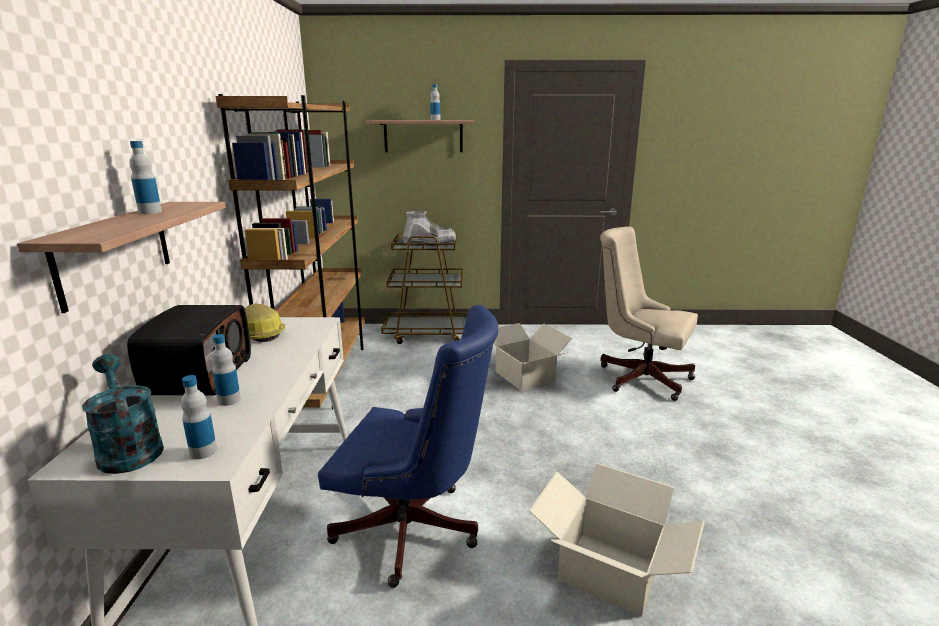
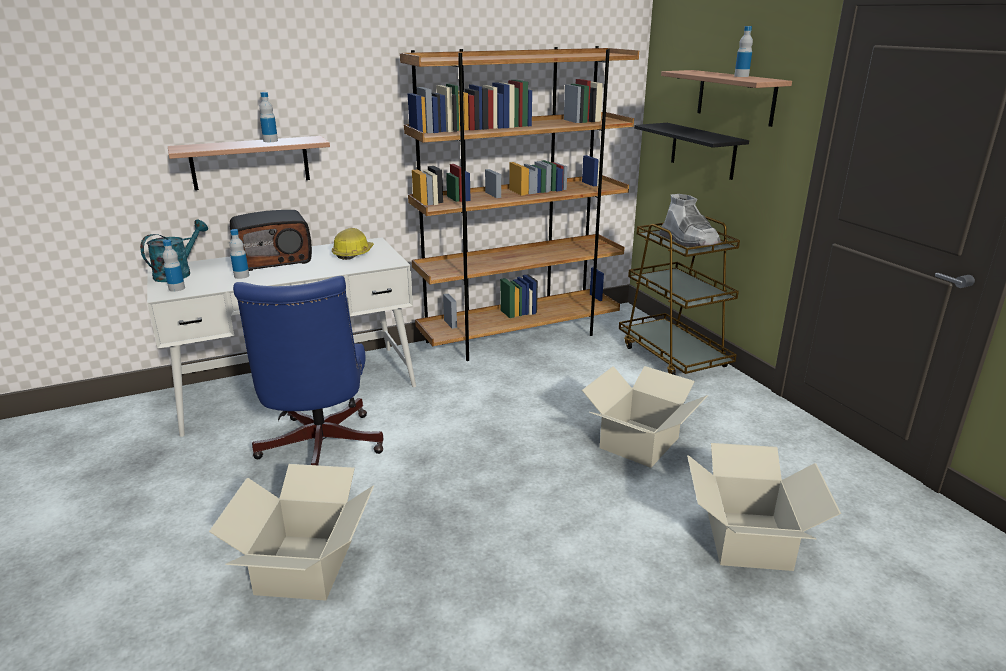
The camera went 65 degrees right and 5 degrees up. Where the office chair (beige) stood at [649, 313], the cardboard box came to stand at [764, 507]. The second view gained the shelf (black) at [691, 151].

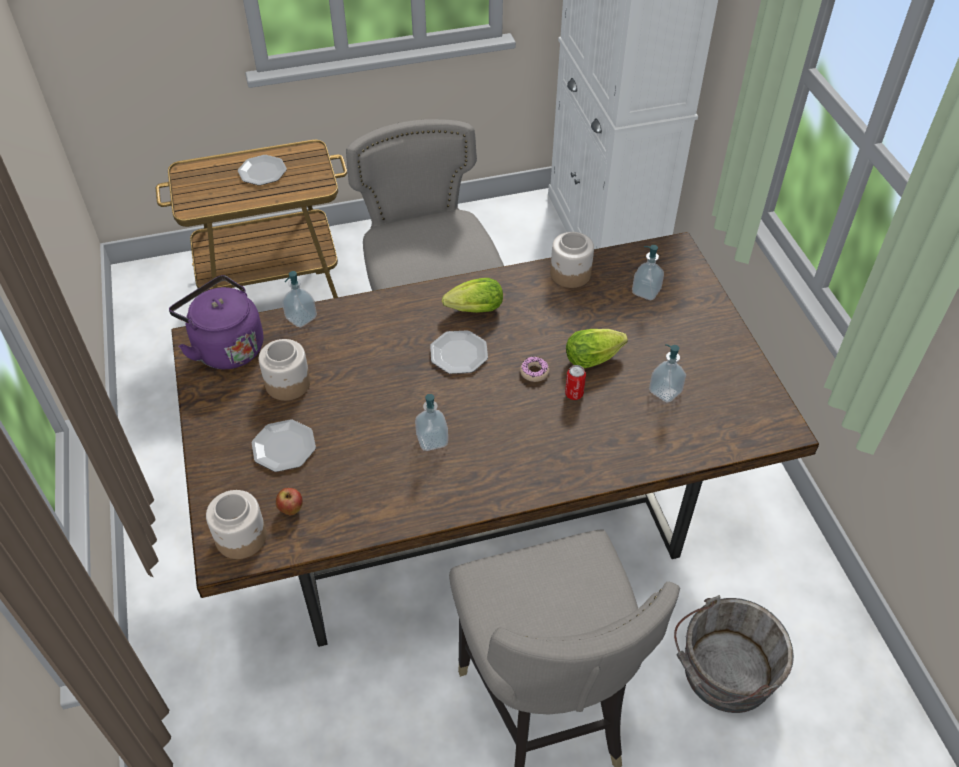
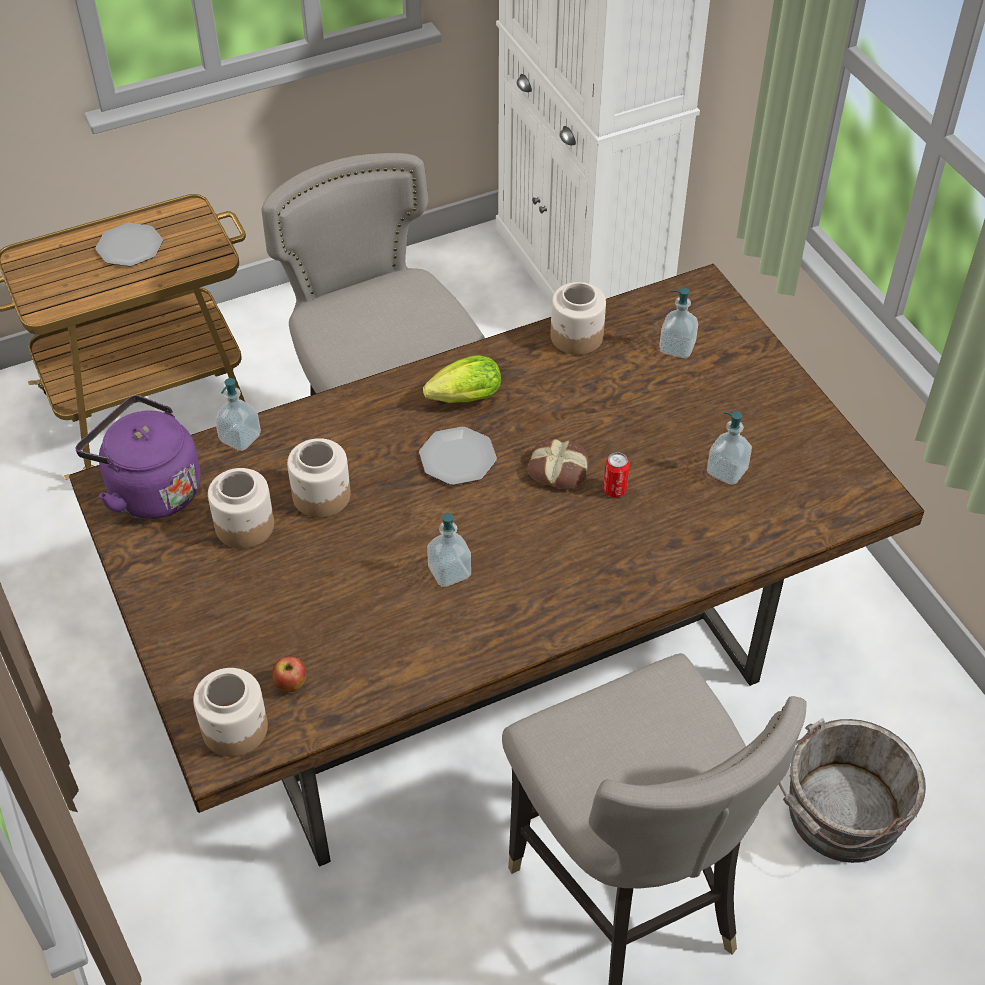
The camera went 10 degrees left and 0 degrees up. The second view lost the plate at [284, 445]. Where the donut stood at [534, 369], the bread came to stand at [558, 464]. The second view lost the lettuce at [597, 348]. The second view gained the jar at [319, 478].

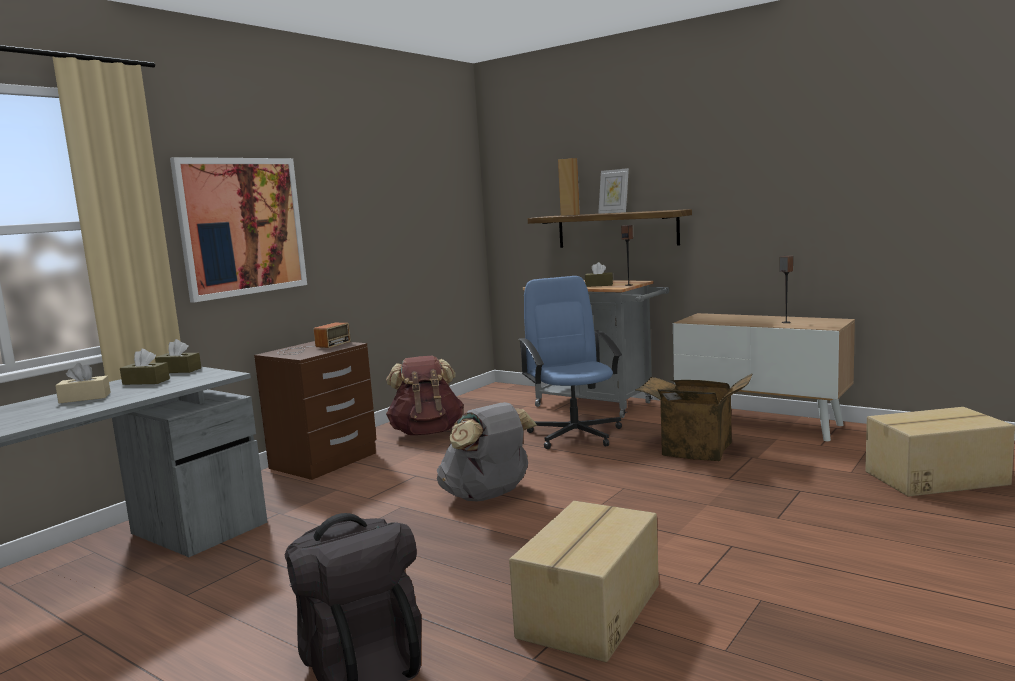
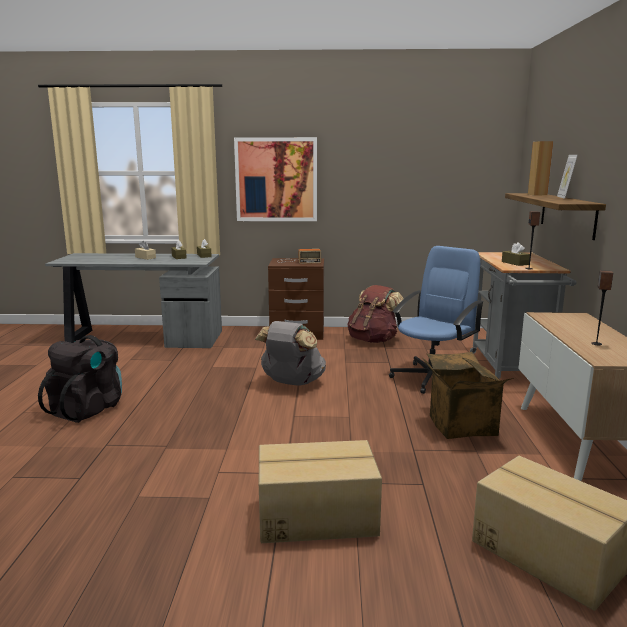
The camera went 55 degrees right and 5 degrees up. The cardboard box ended up elsewhere, having gone from [584, 581] to [320, 491].

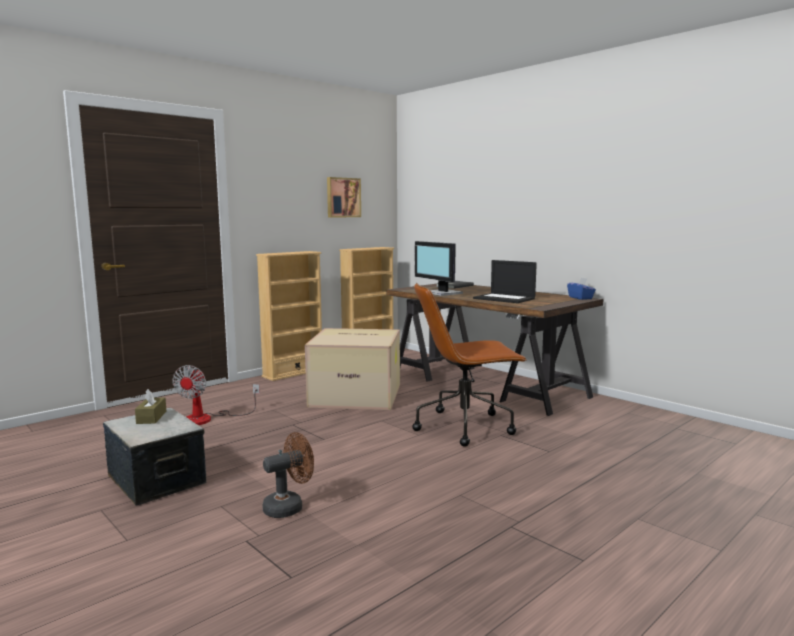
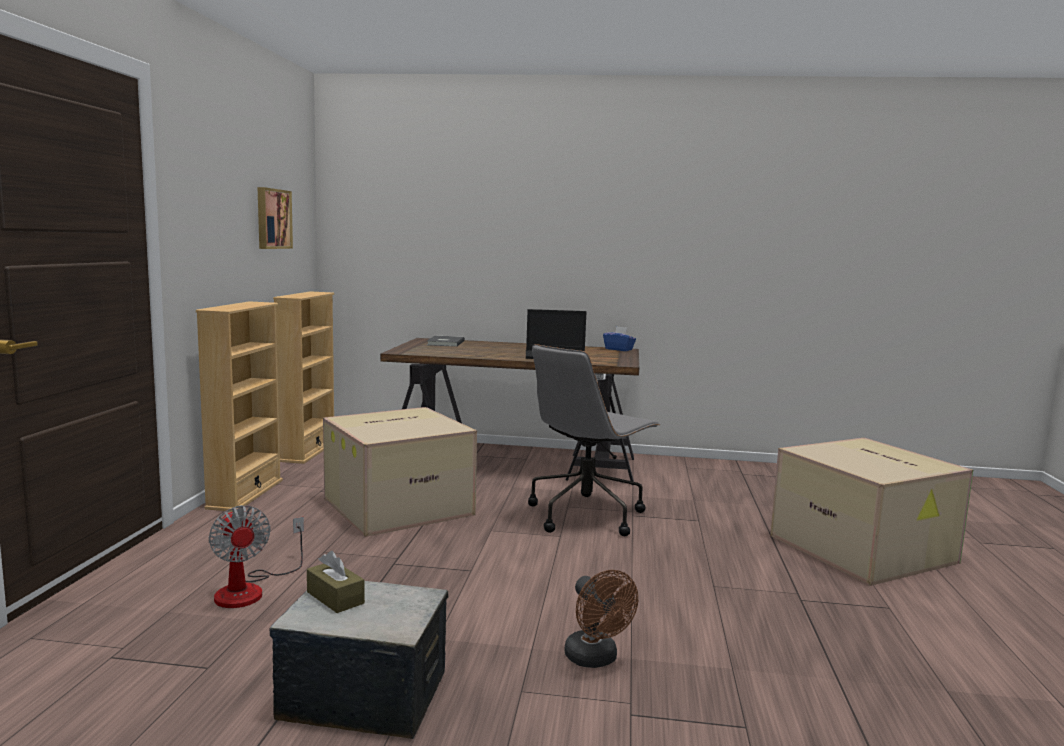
The camera went 40 degrees left and 0 degrees up. The fan (brown) at [288, 475] ended up facing another way, 135 degrees clockwise from before. What was the office chair (brown) at [469, 365] turned into the office chair (grey) at [594, 440]. The second view lost the monitor at [439, 268]. The second view gained the cardboard box at [871, 512].

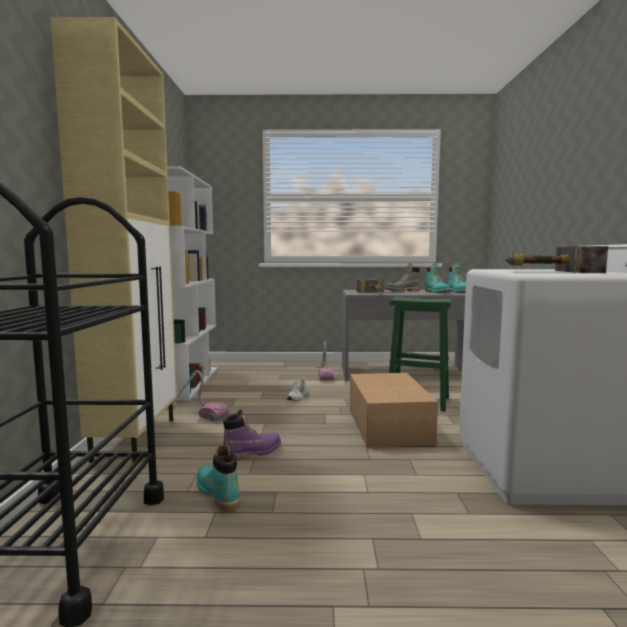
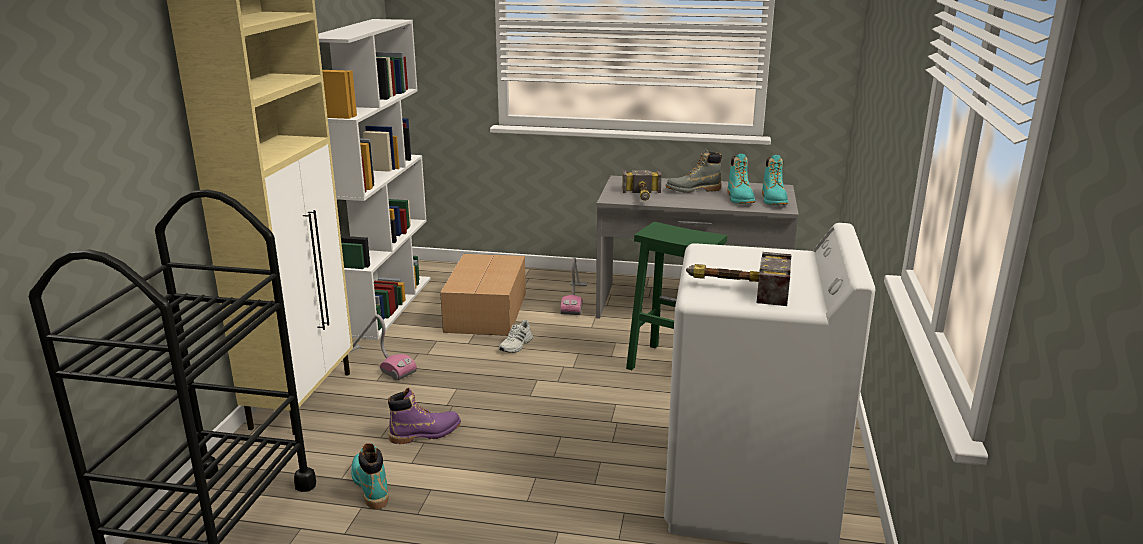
The camera went 10 degrees right and 15 degrees up. The cardboard box ended up elsewhere, having gone from [394, 410] to [483, 295].

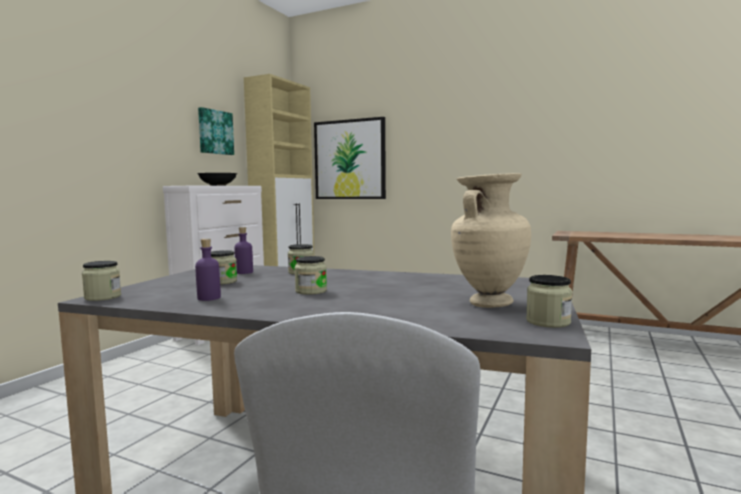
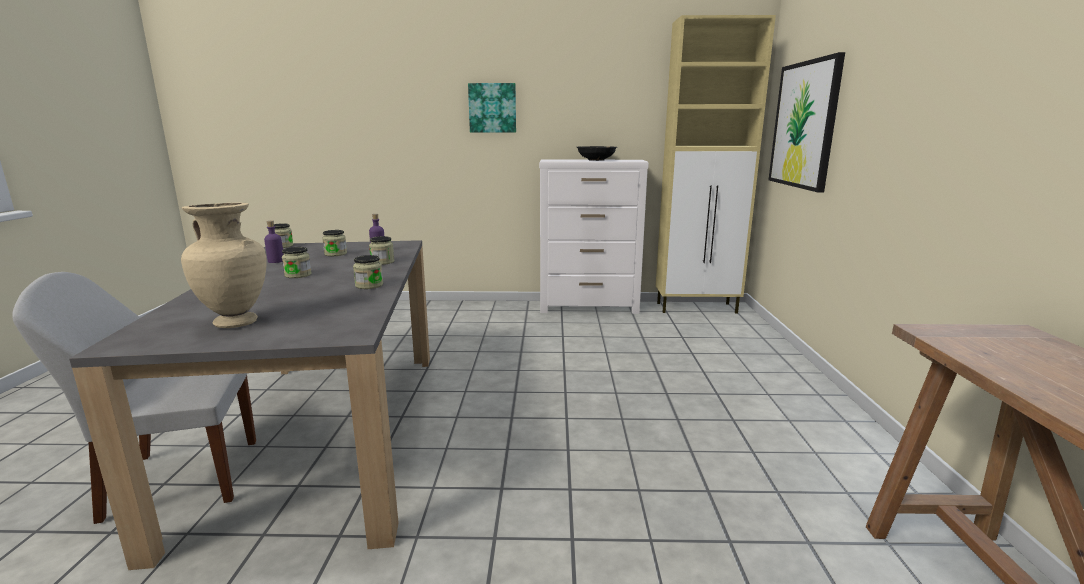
The camera went 65 degrees right and 10 degrees up. The picture ended up elsewhere, having gone from [216, 131] to [492, 108]. The jar ended up elsewhere, having gone from [549, 301] to [368, 272].

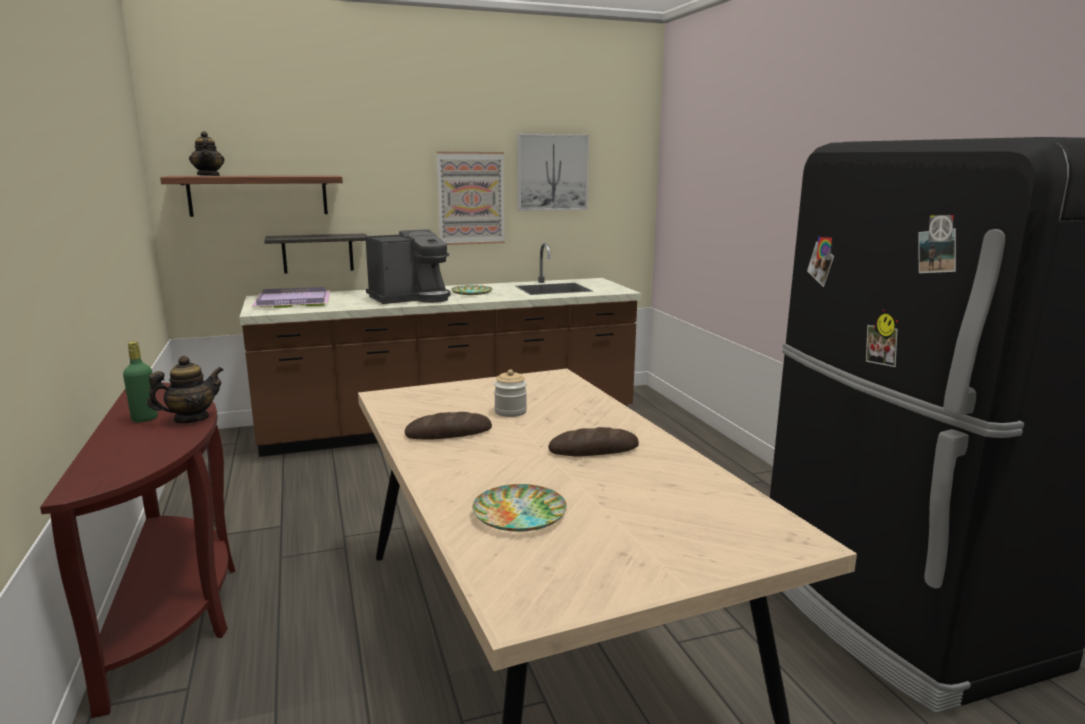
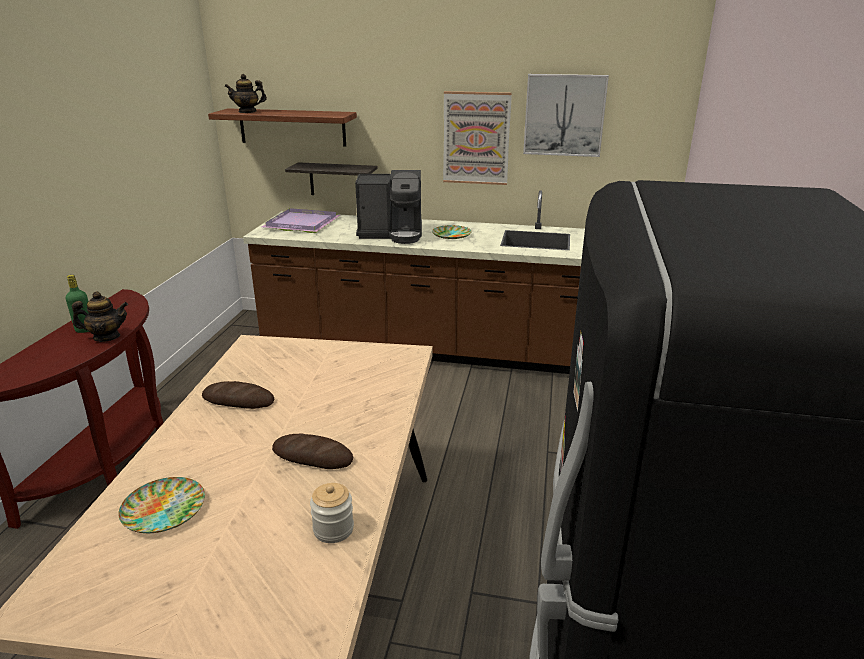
The camera went 30 degrees right and 10 degrees up. The teapot at [207, 153] ended up facing another way, 75 degrees clockwise from before. The jar ended up elsewhere, having gone from [510, 393] to [332, 513].

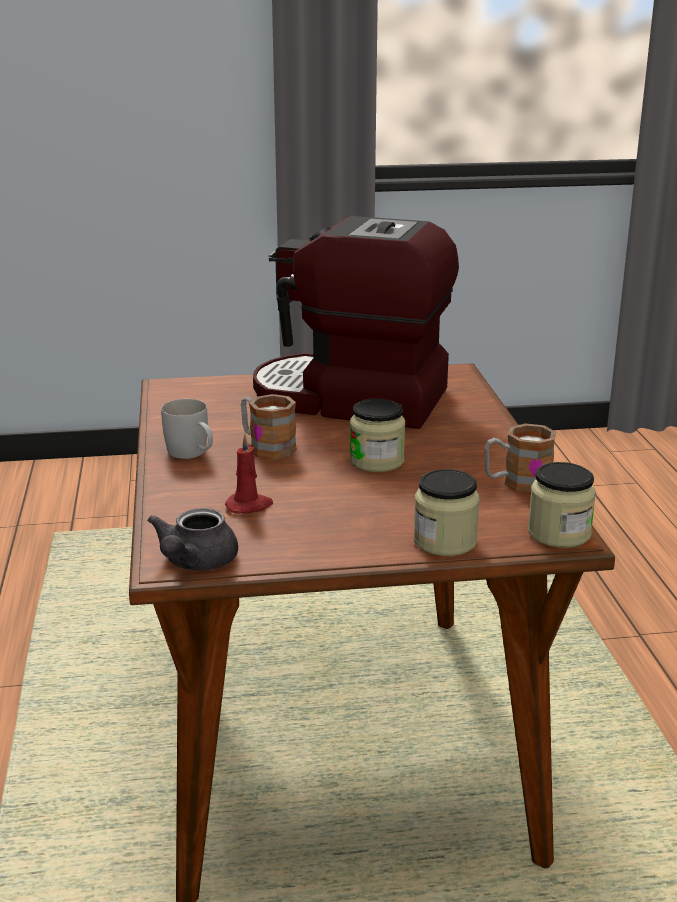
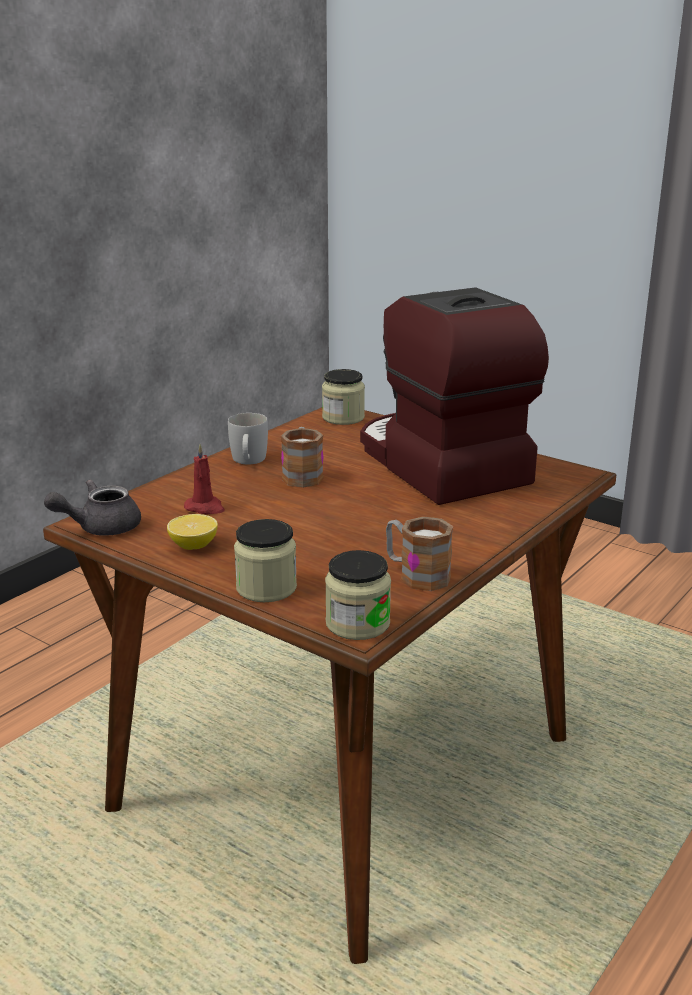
The camera went 45 degrees right and 0 degrees up. The jar ended up elsewhere, having gone from [377, 435] to [343, 397]. The second view gained the lemon at [192, 532].

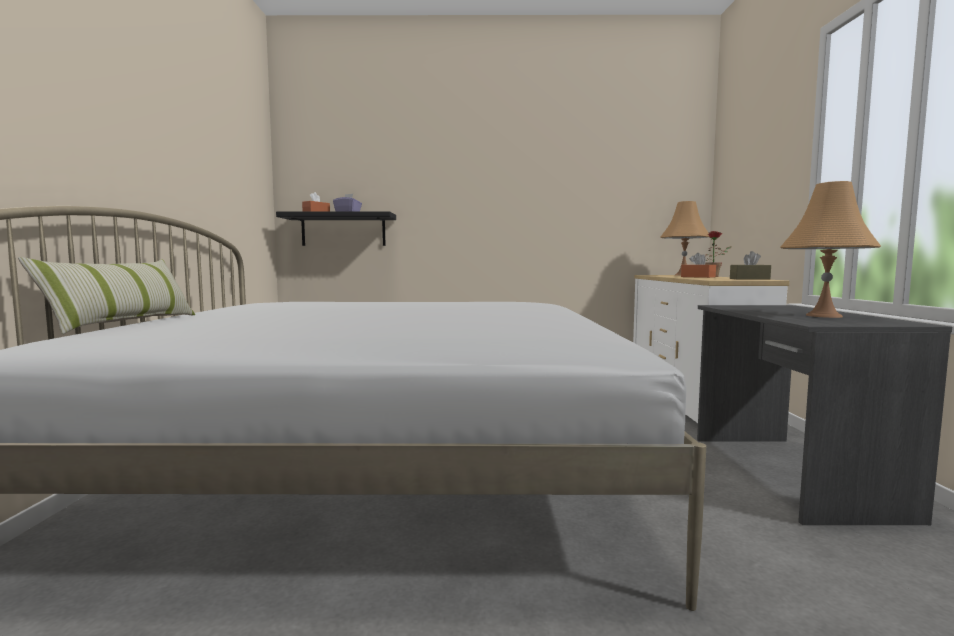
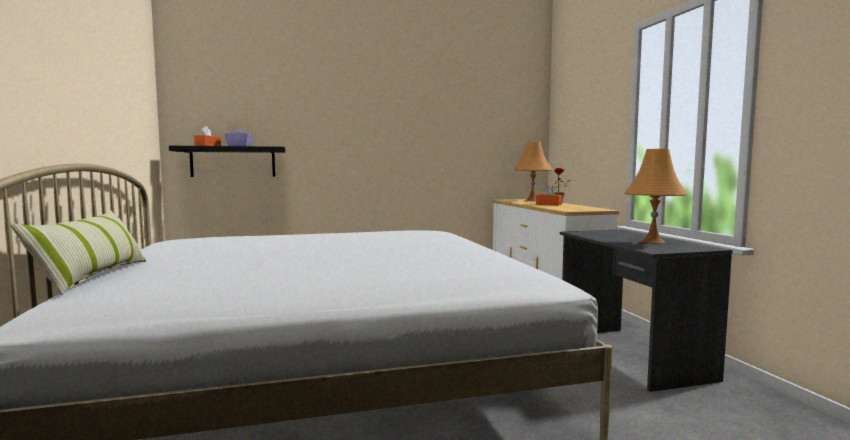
The camera went 15 degrees left and 0 degrees up. The second view lost the tissue box (brown) at [750, 265].

